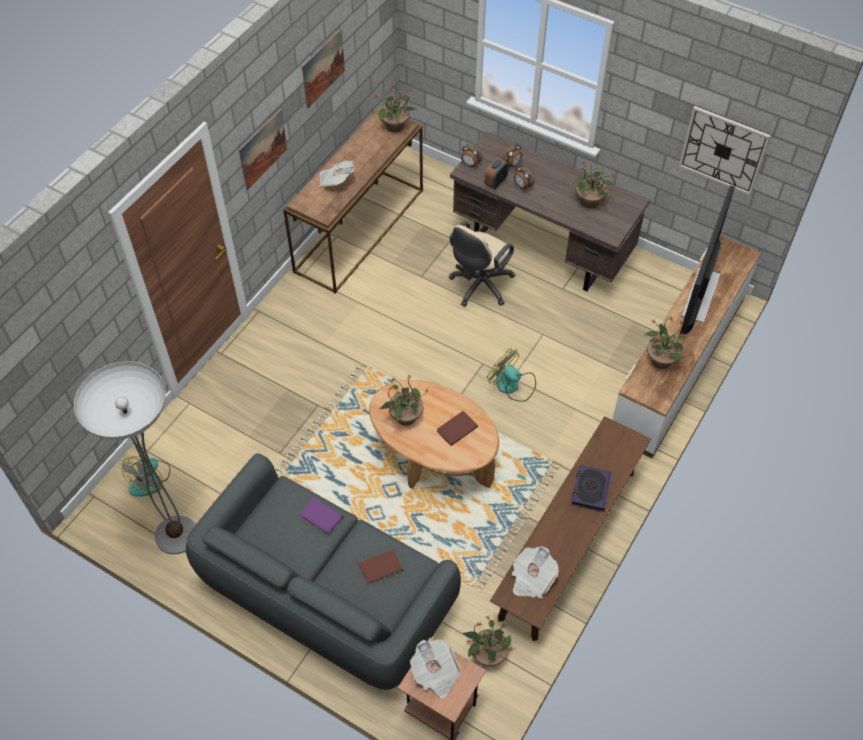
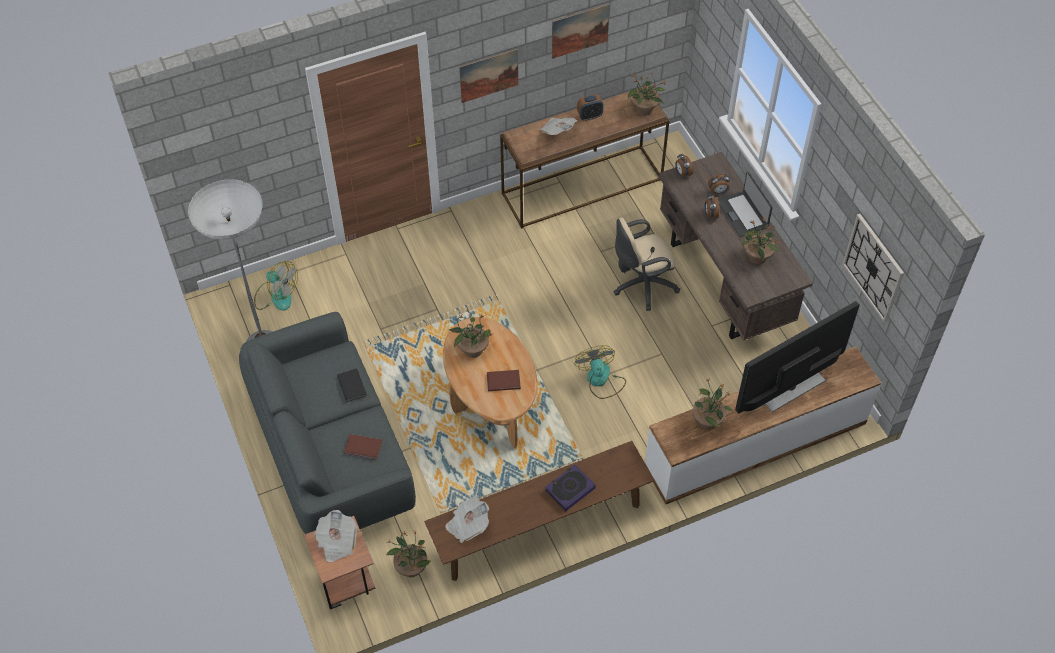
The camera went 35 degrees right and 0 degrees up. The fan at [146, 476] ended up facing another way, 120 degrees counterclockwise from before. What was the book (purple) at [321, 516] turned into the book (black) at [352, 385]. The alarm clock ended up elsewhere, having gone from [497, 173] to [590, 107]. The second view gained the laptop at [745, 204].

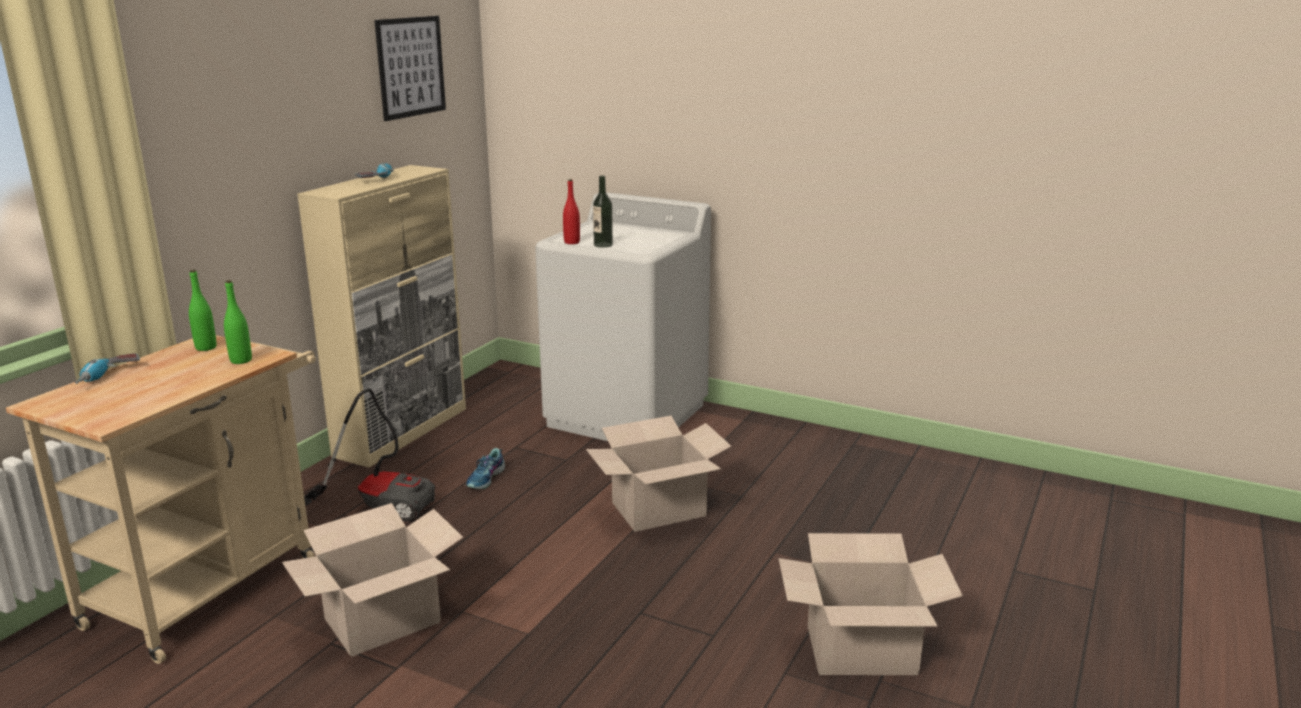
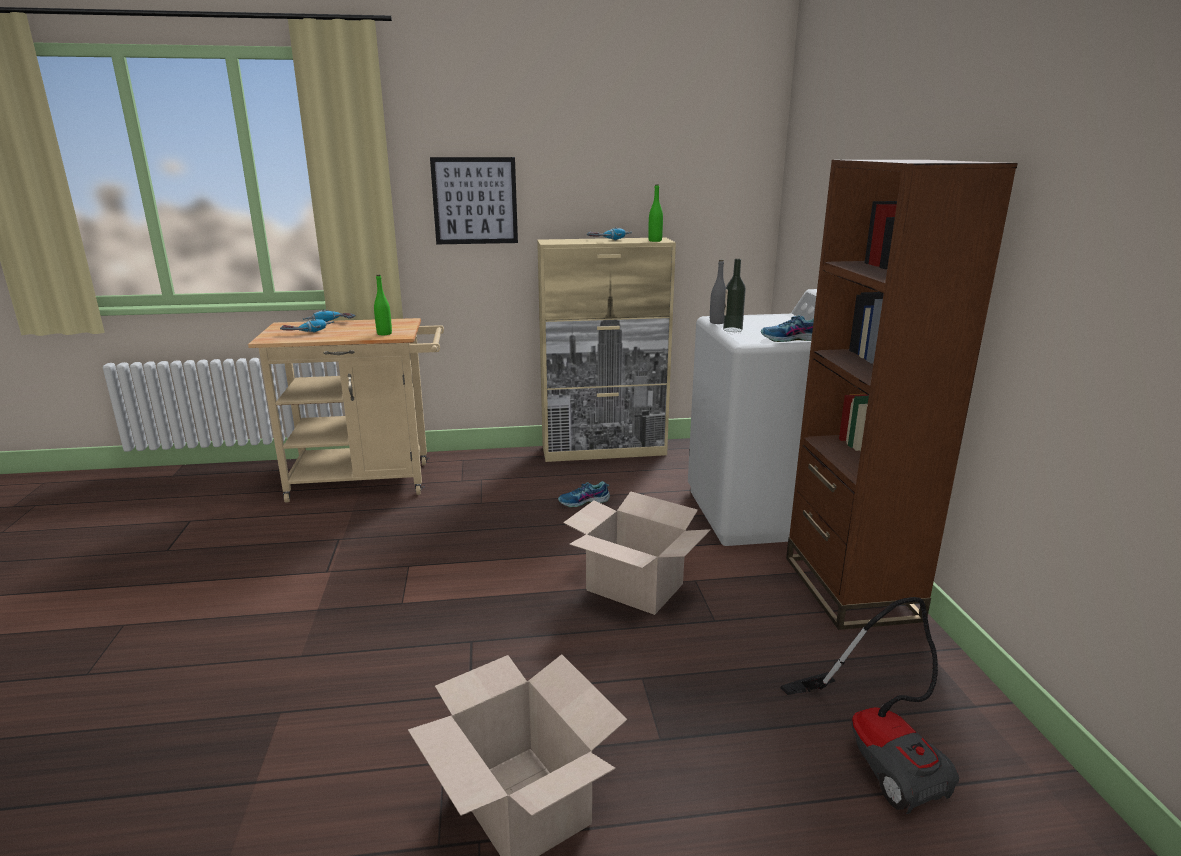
The camera went 55 degrees right and 0 degrees up. The bottle (green) ended up elsewhere, having gone from [202, 310] to [655, 213]. The second view lost the cardboard box at [372, 580]. The vacuum cleaner ended up elsewhere, having gone from [369, 455] to [869, 705]. The picture ended up elsewhere, having gone from [410, 68] to [474, 200]. What was the bottle (red) at [571, 211] turned into the bottle (grey) at [718, 292]. The second view gained the power drill at [307, 326]. The second view gained the shoe at [787, 328]. The second view gained the bookcase (brown) at [902, 395].

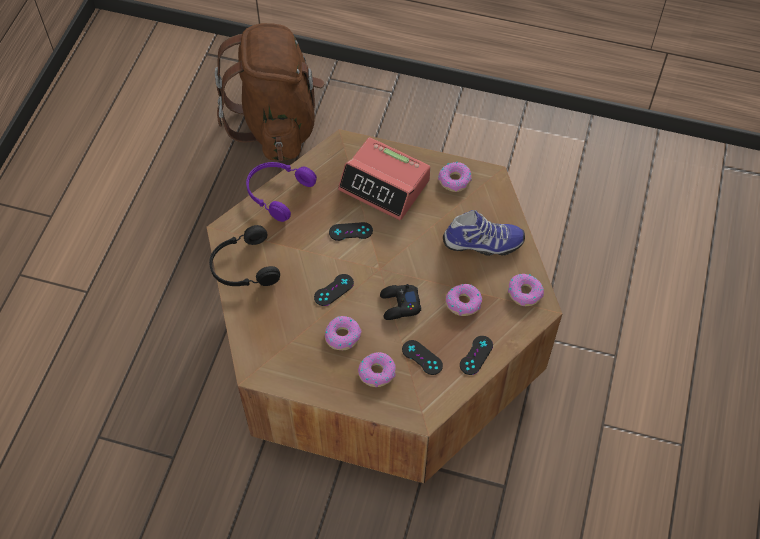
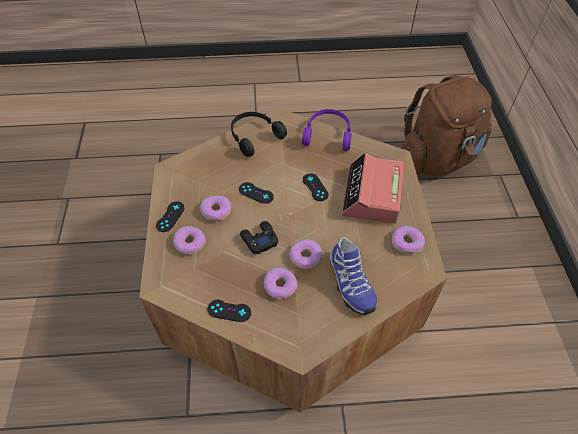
The camera went 70 degrees right and 5 degrees down. The game controller (black) ended up elsewhere, having gone from [422, 357] to [170, 216]. The donut ended up elsewhere, having gone from [526, 290] to [305, 254].

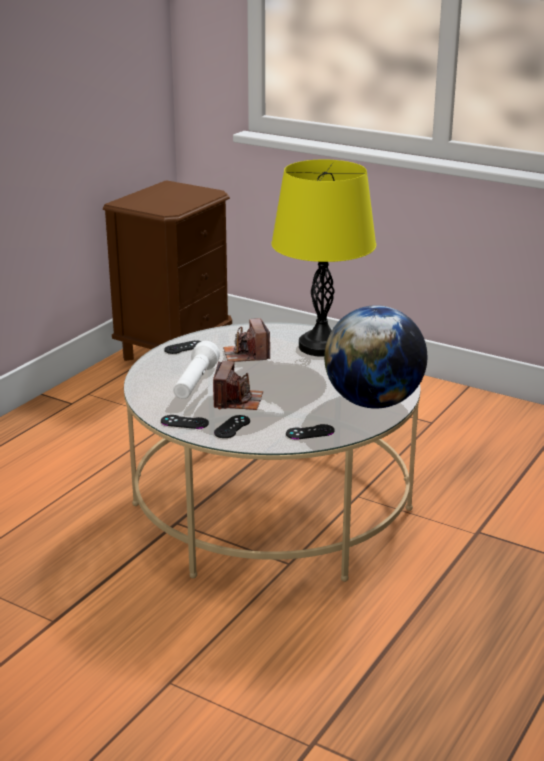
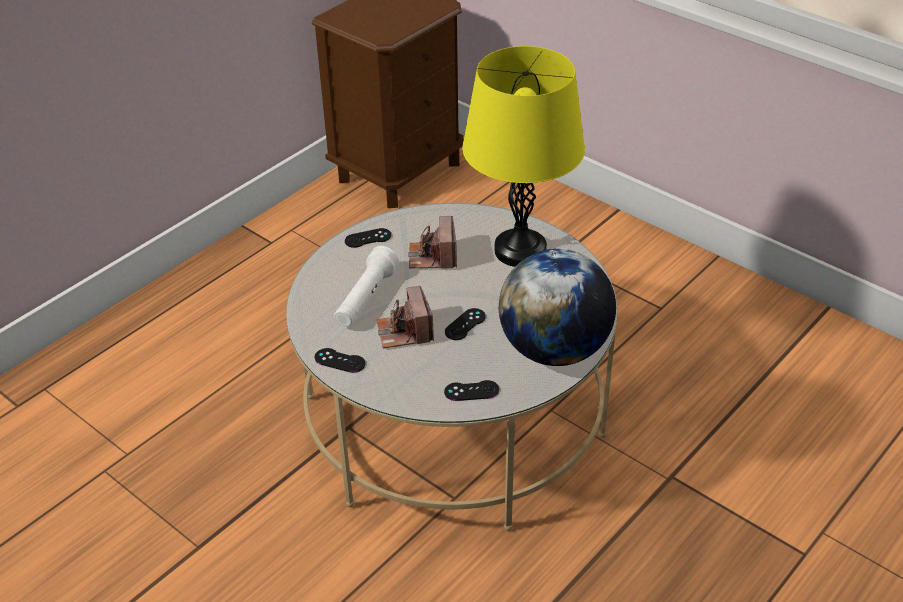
The camera went 10 degrees right and 15 degrees up. The photo camera at [238, 385] ended up facing another way, 150 degrees clockwise from before. The game controller (black) ended up elsewhere, having gone from [232, 426] to [465, 324].

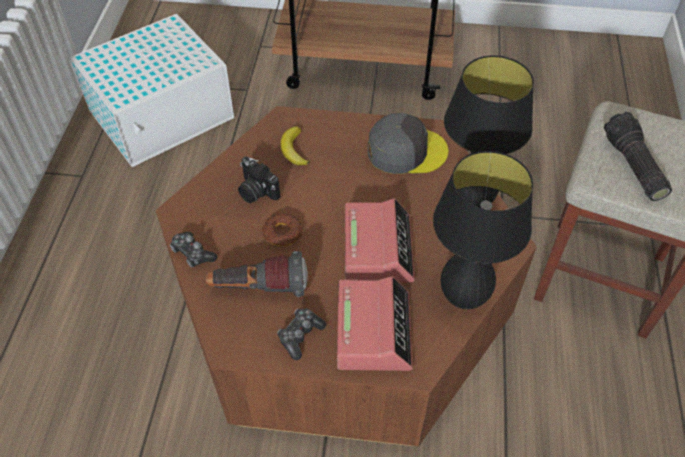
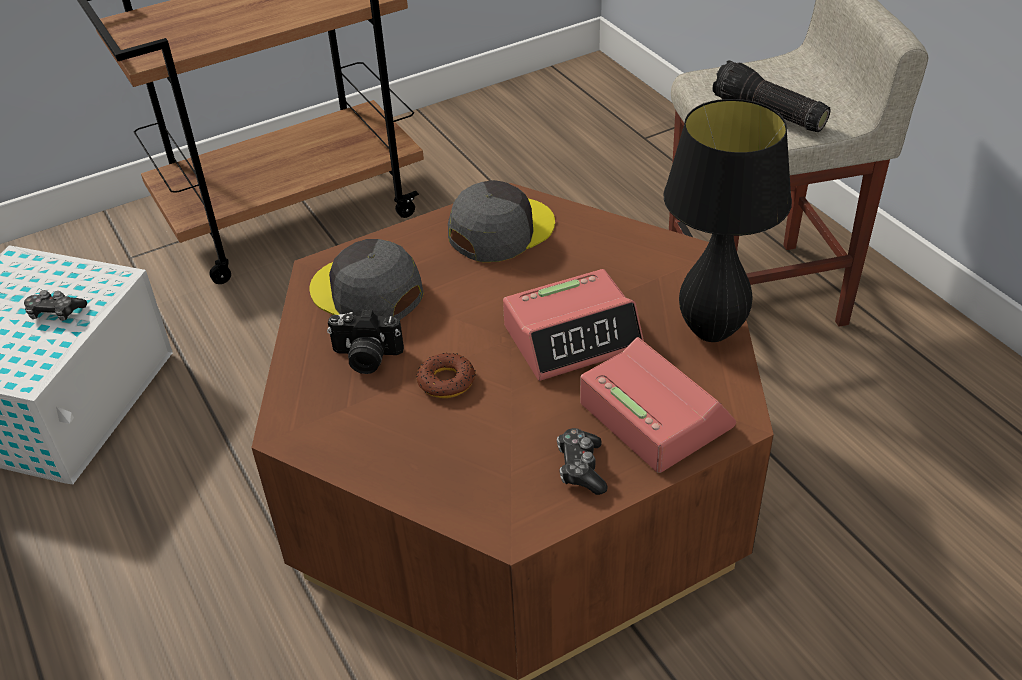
The camera went 35 degrees left and 10 degrees down. The game controller ended up elsewhere, having gone from [194, 249] to [55, 305]. The second view lost the flashlight at [257, 274]. Where the banana stood at [294, 145], the cap (grey) came to stand at [367, 279]. The alarm clock at [380, 240] ended up facing another way, 105 degrees clockwise from before. The second view lost the table lamp (black) at [489, 131].

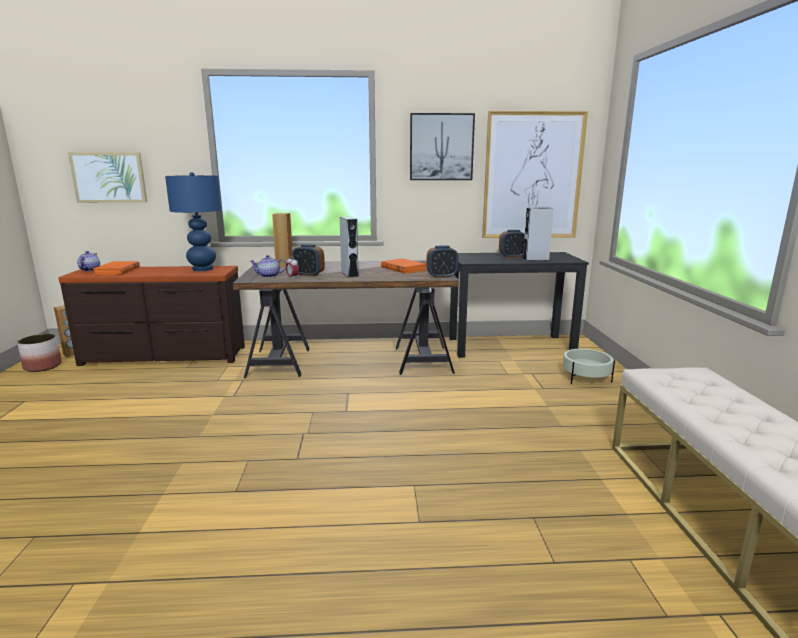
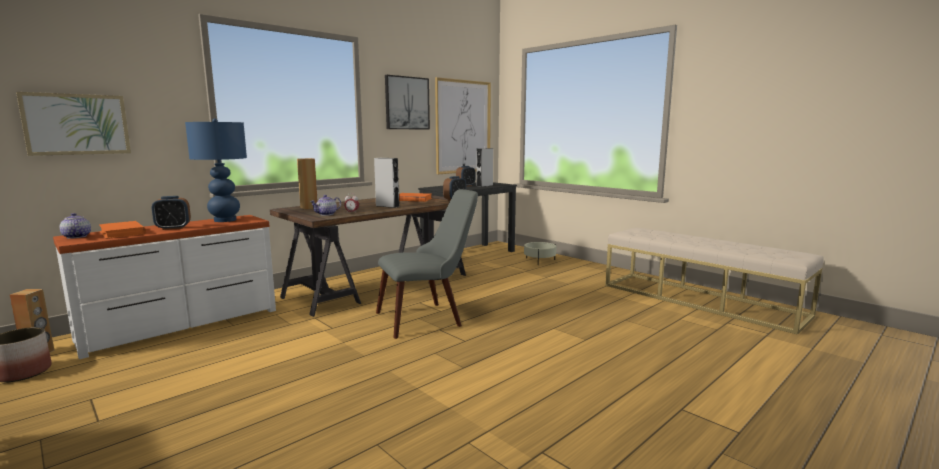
The camera went 40 degrees left and 5 degrees down. What was the dresser (brown) at [151, 316] turned into the dresser (white) at [164, 287]. The alarm clock ended up elsewhere, having gone from [308, 260] to [171, 213]. The second view gained the chair (grey) at [427, 264].

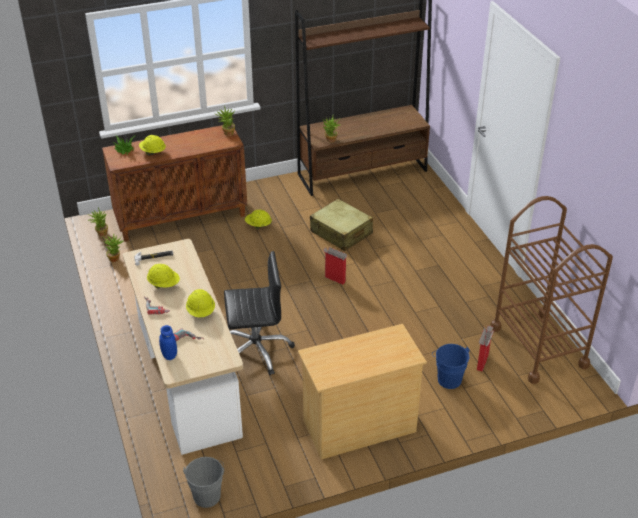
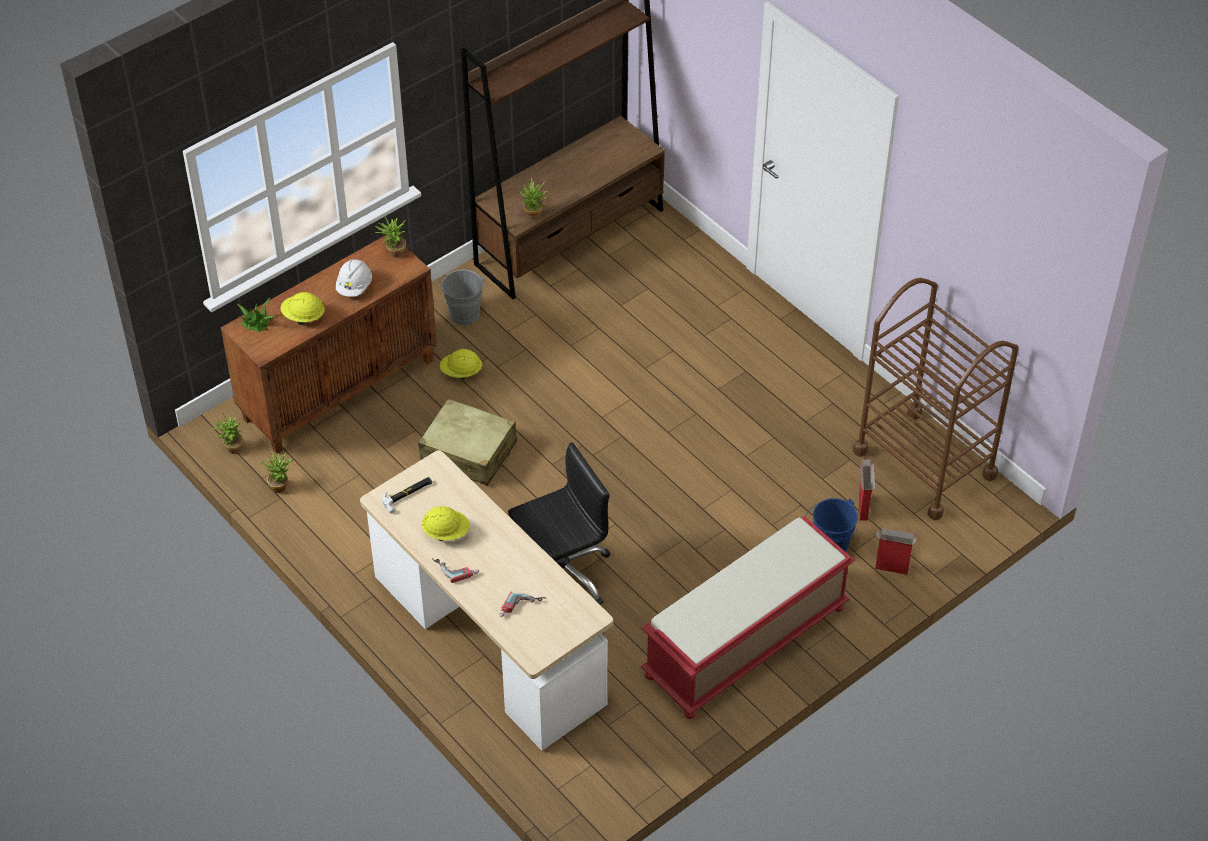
The camera went 20 degrees left and 10 degrees up. The second view lost the jar (blue) at [168, 342]. The bucket (grey) ended up elsewhere, having gone from [203, 482] to [462, 297]. The second view lost the hard hat (yellow) at [200, 303]. Where the dresser (beige) stood at [362, 392], the bench (red) came to stand at [748, 617]. The suitcase (beige) ended up elsewhere, having gone from [341, 225] to [467, 442]. The cardboard box ended up elsewhere, having gone from [335, 266] to [896, 551]. The second view gained the hard hat (white) at [354, 278].

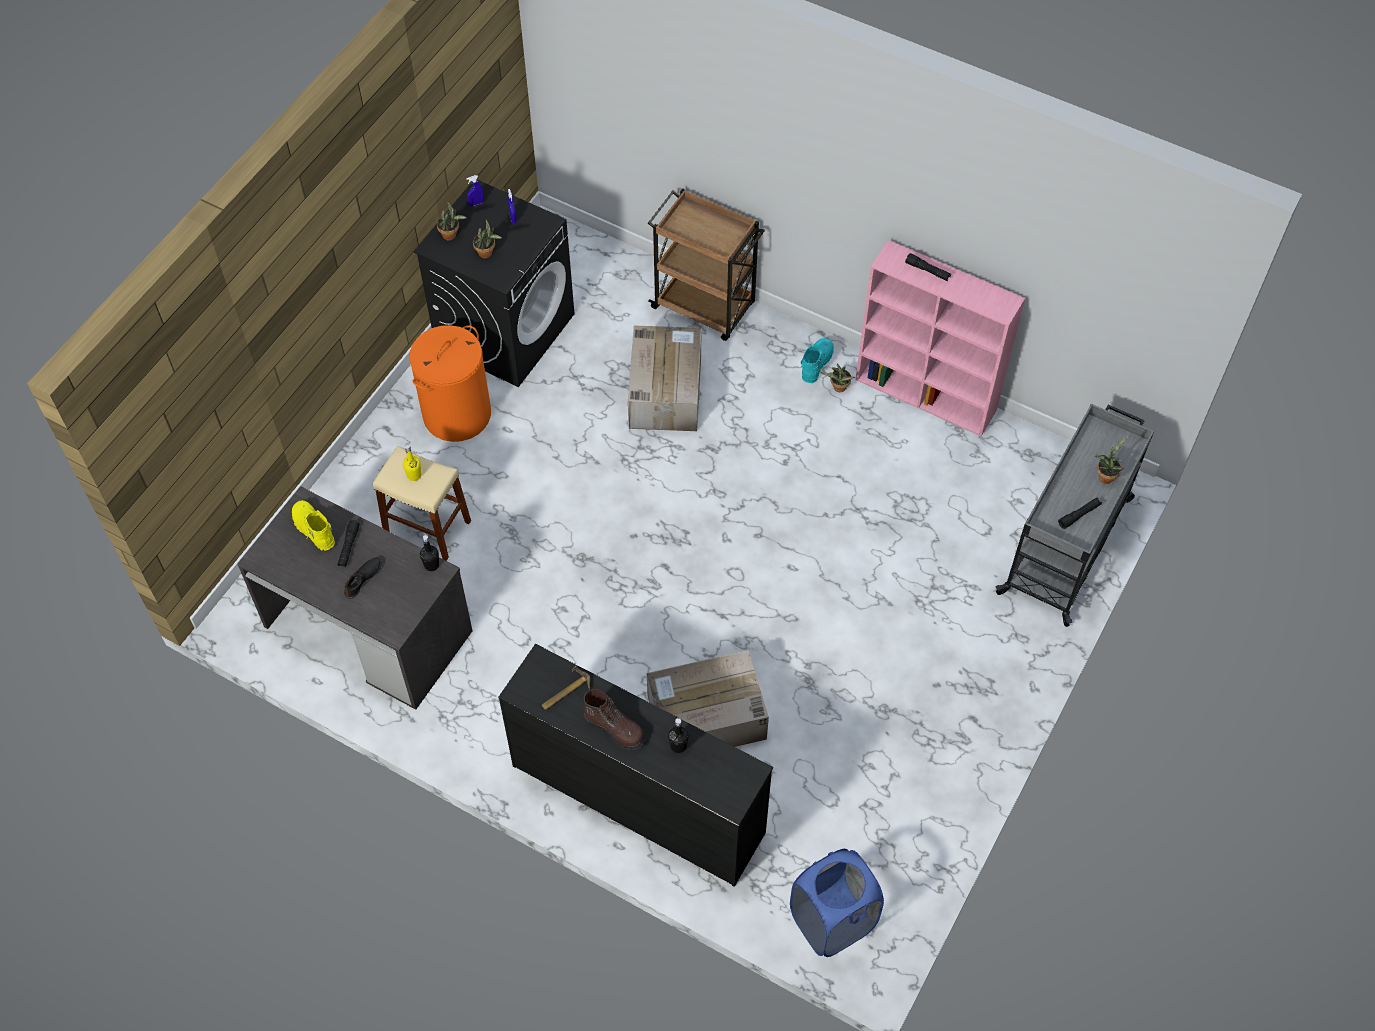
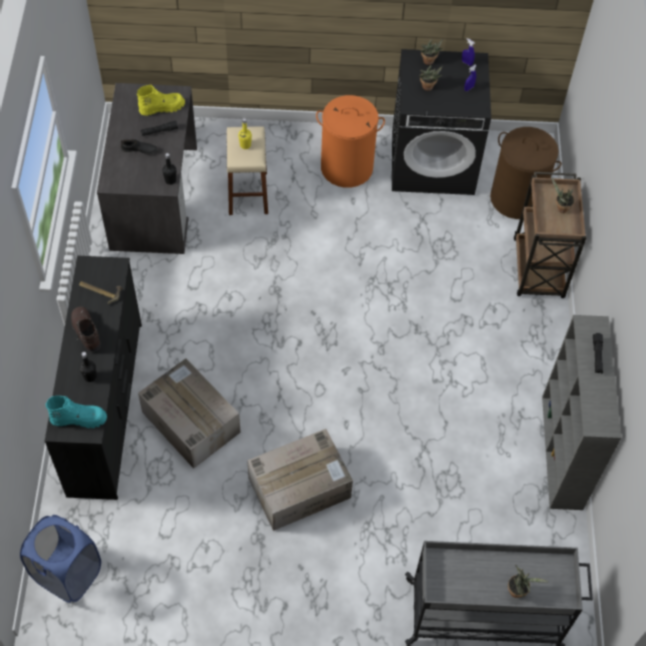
The camera went 60 degrees right and 0 degrees up. The boot (yellow) at [313, 525] ended up facing another way, 45 degrees clockwise from before. The boot (brown) at [614, 719] ended up facing another way, 150 degrees clockwise from before. The cardboard box ended up elsewhere, having gone from [665, 378] to [300, 480]. The boot (turquoise) ended up elsewhere, having gone from [817, 360] to [76, 412]. The potted plant ended up elsewhere, having gone from [838, 378] to [563, 195]. What was the bookcase (pink) at [940, 338] turned into the bookcase (grey) at [581, 412]. The second view lost the flashlight (black) at [1080, 513]. The second view gained the laundry basket (brown) at [526, 173].

